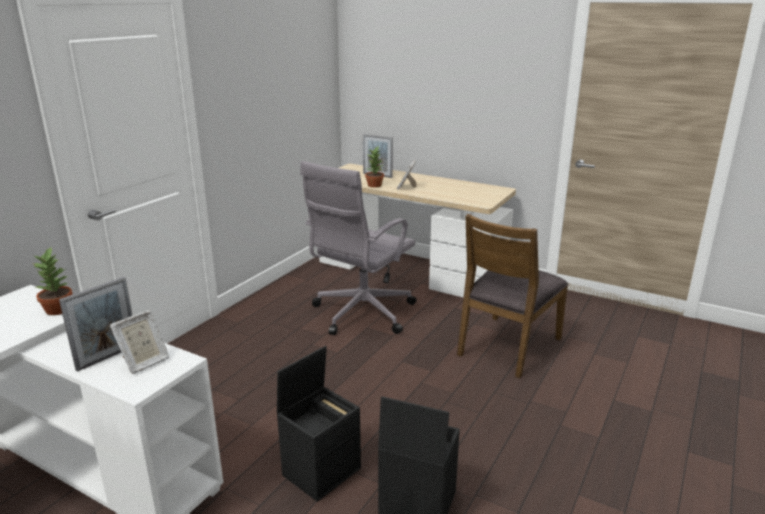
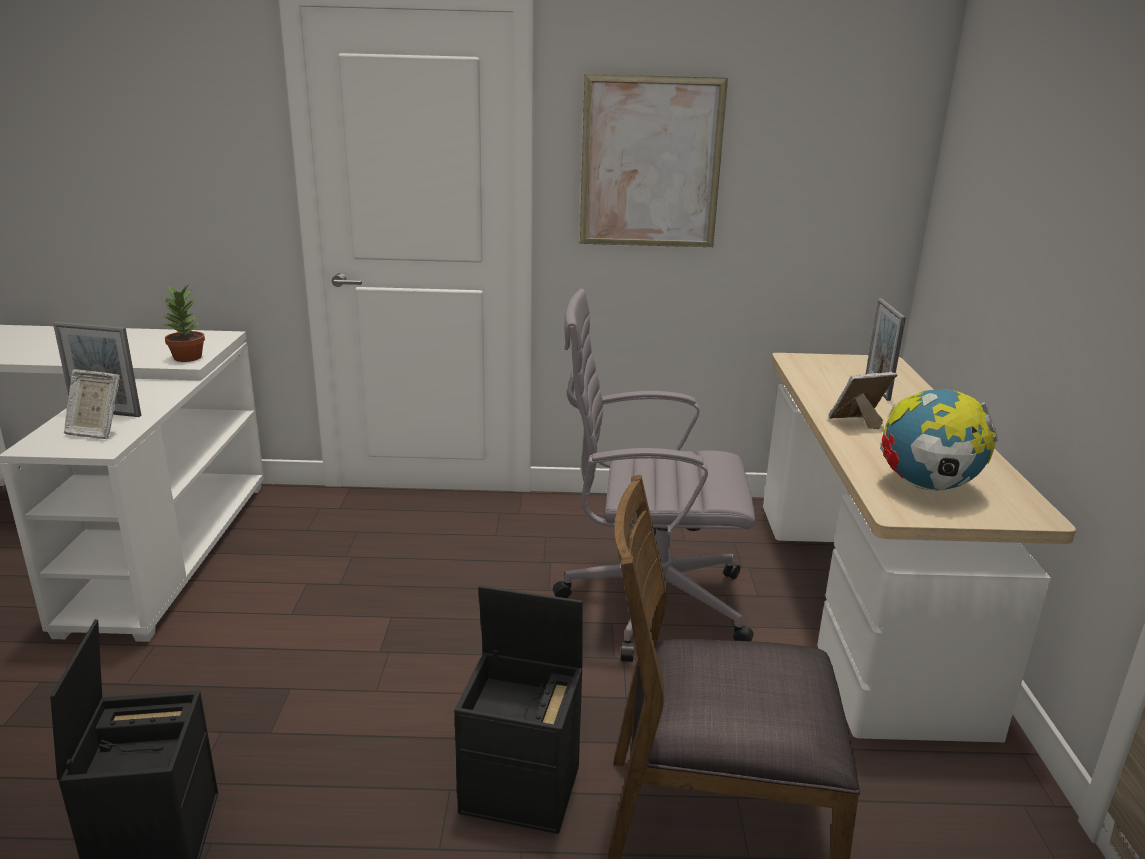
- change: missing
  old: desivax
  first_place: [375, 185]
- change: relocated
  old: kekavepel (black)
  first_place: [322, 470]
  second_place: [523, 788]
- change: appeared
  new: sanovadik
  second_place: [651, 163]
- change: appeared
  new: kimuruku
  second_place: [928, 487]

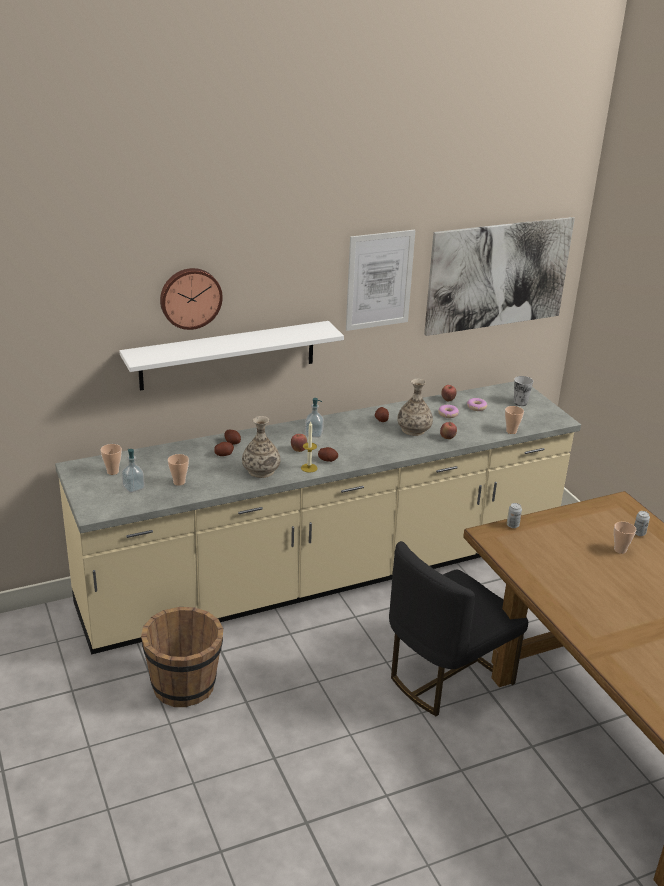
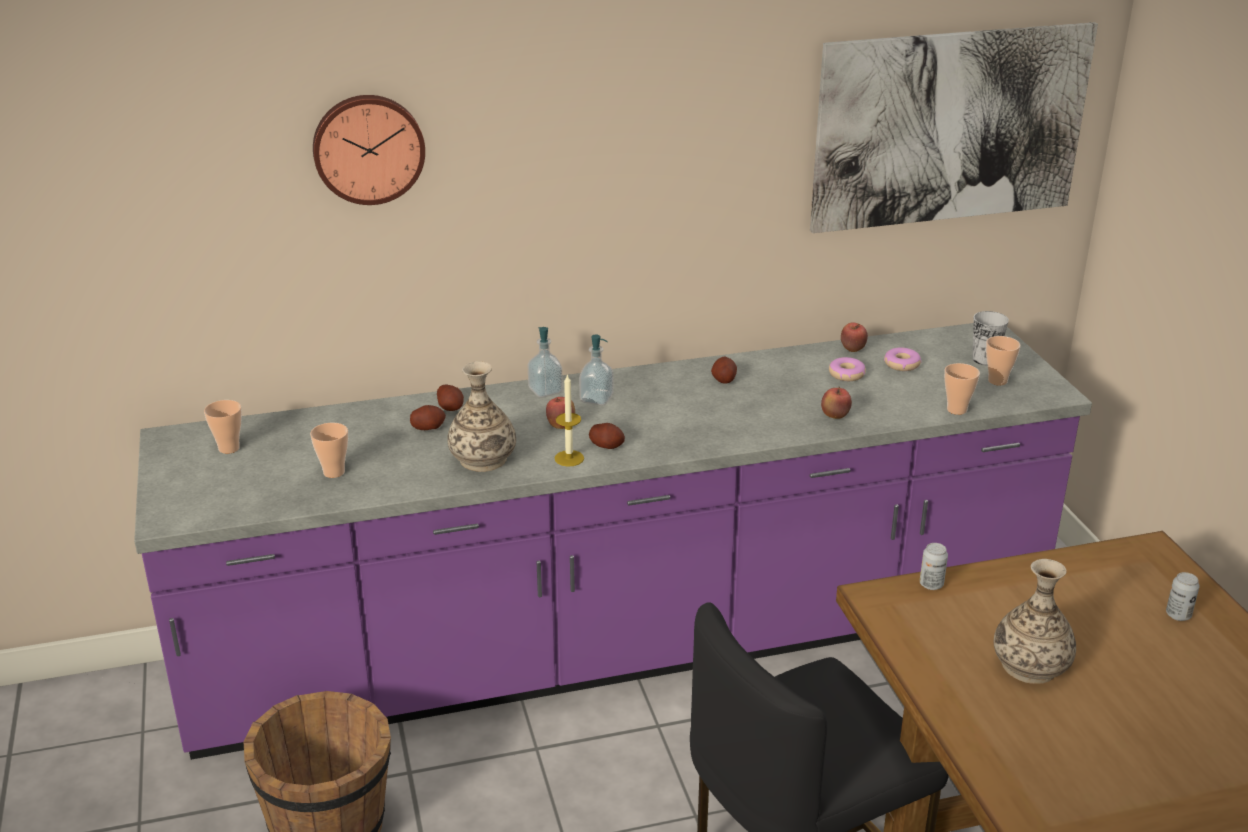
- change: missing
  old: sanovadik
  first_place: [379, 280]
- change: missing
  old: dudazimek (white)
  first_place: [228, 355]
- change: relocated
  old: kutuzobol
  first_place: [413, 429]
  second_place: [1029, 665]
- change: colour
  old: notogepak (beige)
  new: notogepak (purple)
  first_place: [326, 575]
  second_place: [624, 647]
- change: relocated
  old: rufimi
  first_place: [133, 488]
  second_place: [545, 391]
- change: relocated
  old: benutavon
  first_place: [620, 550]
  second_place: [997, 381]

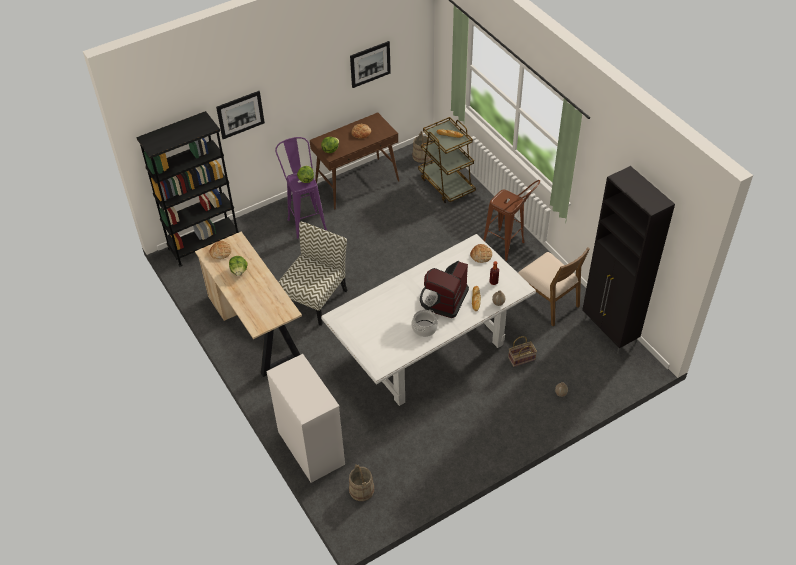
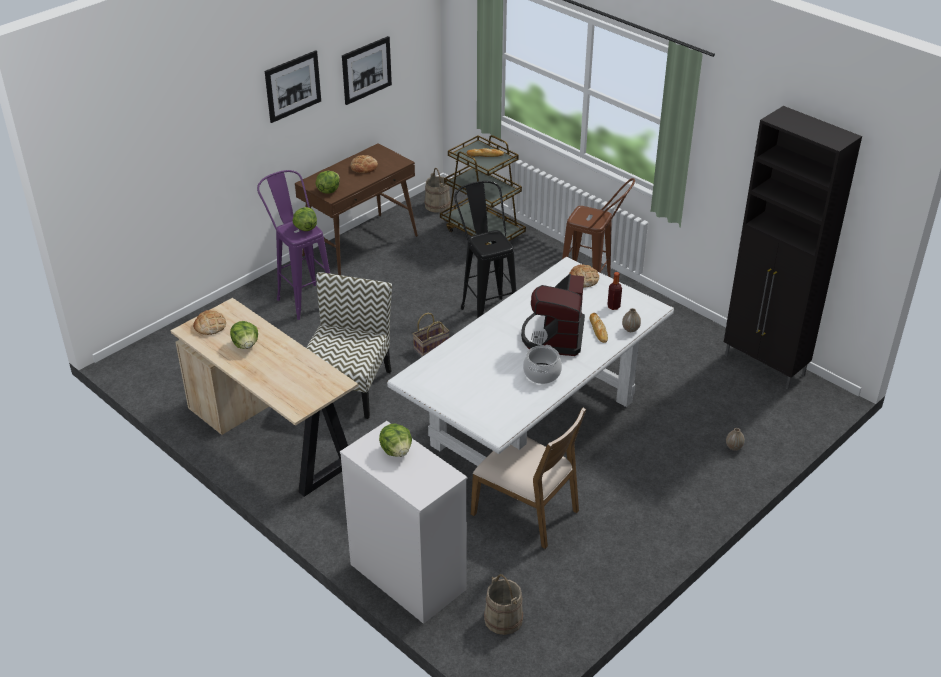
- change: relocated
  old: sanovadik
  first_place: [240, 114]
  second_place: [293, 86]
- change: missing
  old: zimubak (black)
  first_place: [204, 244]
- change: relocated
  old: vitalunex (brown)
  first_place: [547, 301]
  second_place: [526, 511]
- change: relocated
  old: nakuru
  first_place: [522, 358]
  second_place: [431, 346]
- change: appeared
  new: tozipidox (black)
  second_place: [486, 309]
- change: appeared
  new: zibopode
  second_place: [396, 451]

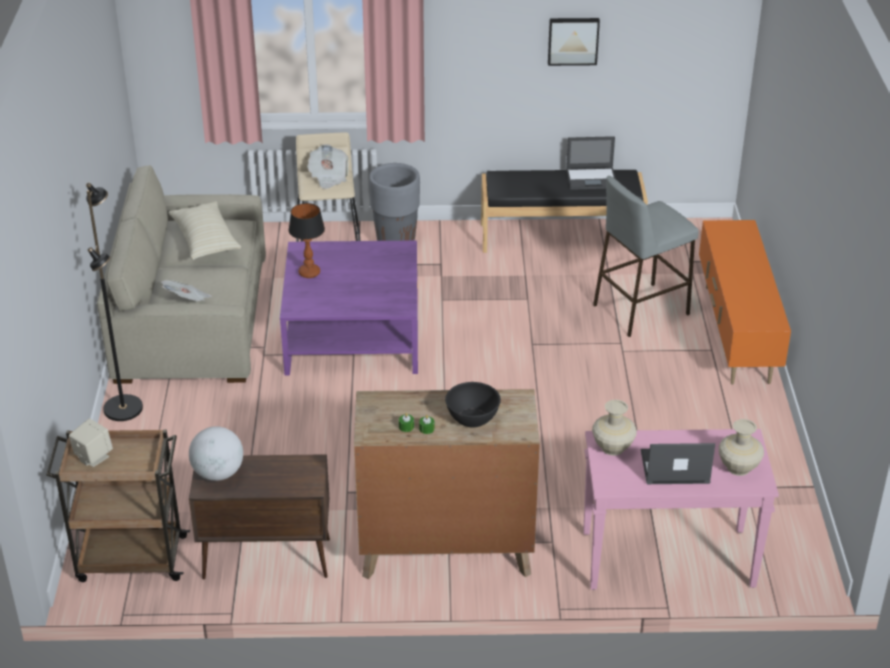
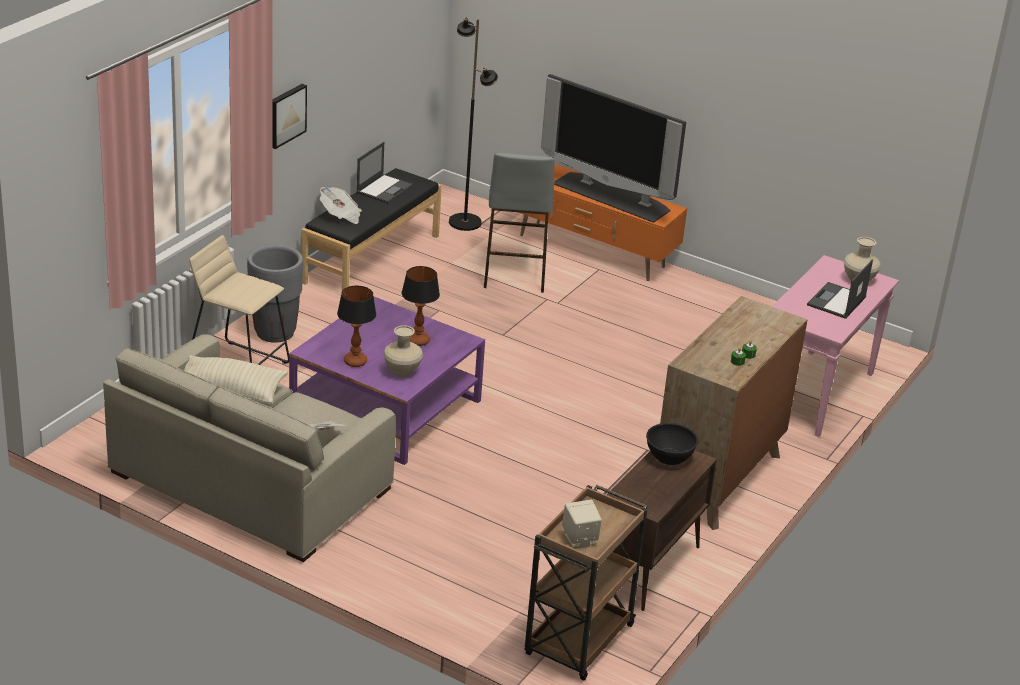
- change: relocated
  old: sanovadik
  first_place: [573, 40]
  second_place: [286, 115]
- change: relocated
  old: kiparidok
  first_place: [328, 177]
  second_place: [340, 216]
- change: relocated
  old: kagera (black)
  first_place: [124, 408]
  second_place: [465, 222]
- change: relocated
  old: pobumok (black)
  first_place: [472, 418]
  second_place: [669, 456]
- change: relocated
  old: kutuzobol (beige)
  first_place: [613, 447]
  second_place: [402, 371]
- change: missing
  old: kimuruku
  first_place: [218, 473]
- change: appeared
  new: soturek
  second_place: [612, 196]
- change: appeared
  new: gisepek
  second_place: [418, 340]

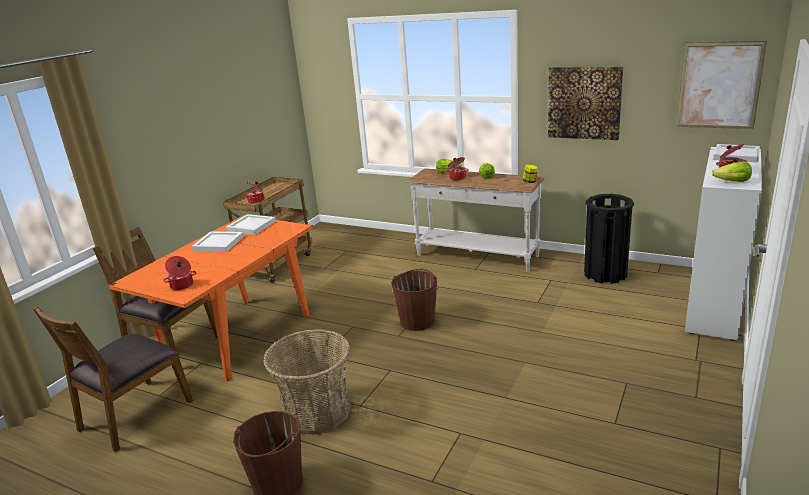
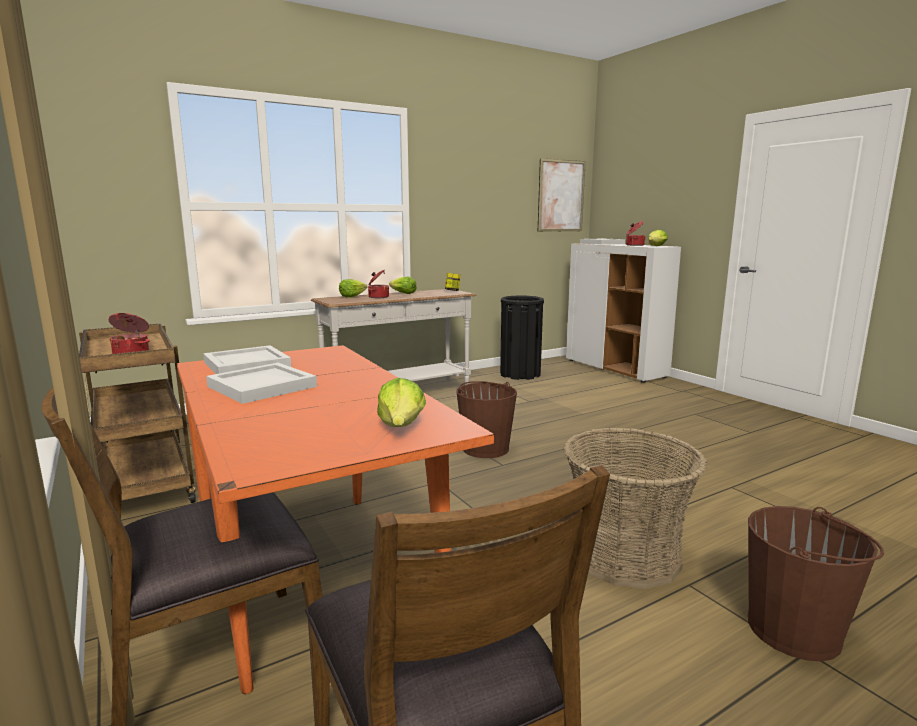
- change: missing
  old: sanovadik
  first_place: [584, 103]
- change: exchanged
  old: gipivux
  new: zibopode
  first_place: [182, 285]
  second_place: [402, 426]

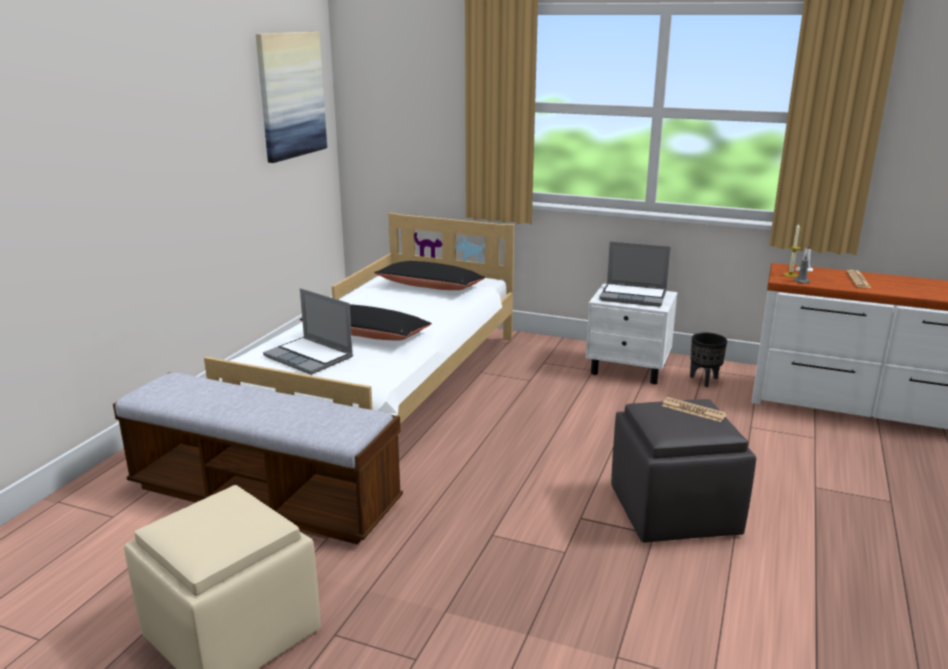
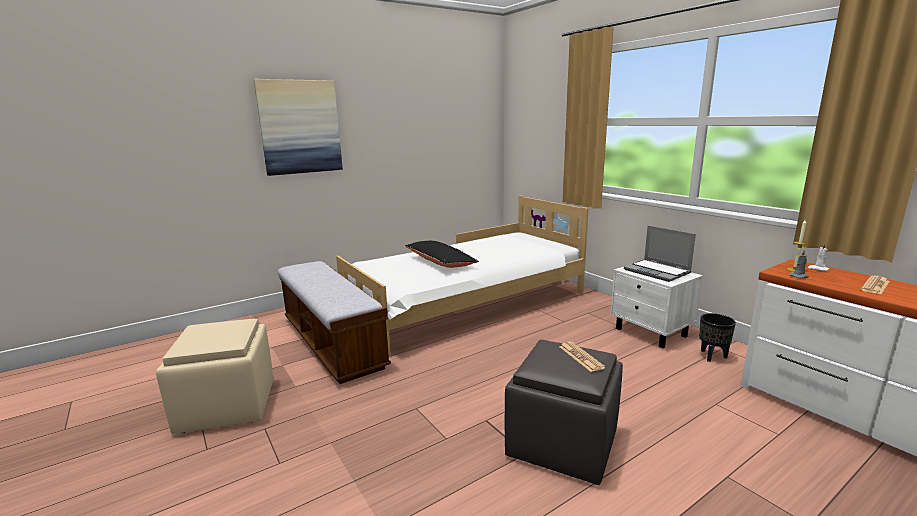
- change: relocated
  old: sanovadik
  first_place: [291, 95]
  second_place: [300, 127]
- change: missing
  old: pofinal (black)
  first_place: [430, 287]
- change: missing
  old: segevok
  first_place: [310, 357]

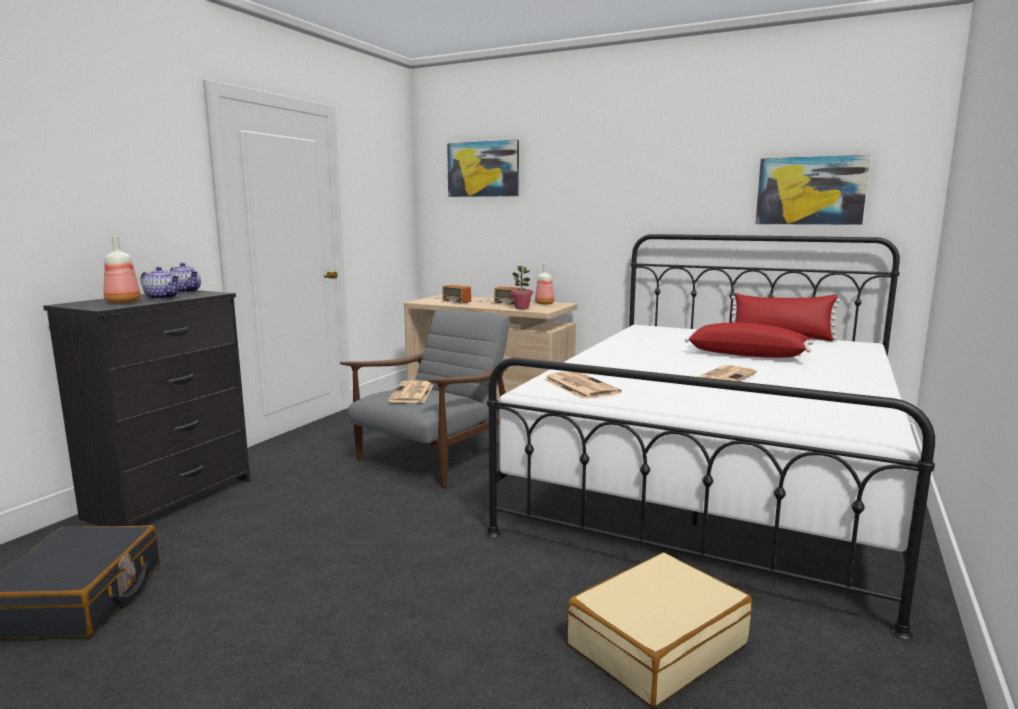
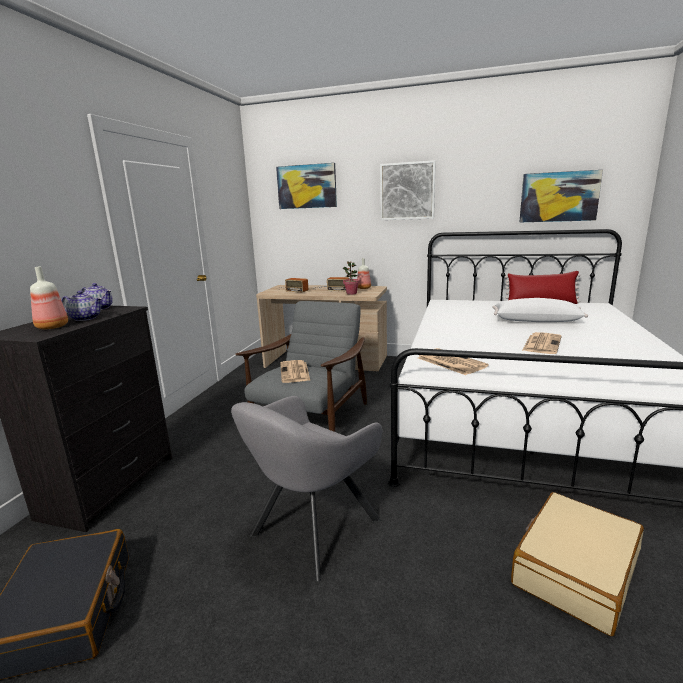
- change: colour
  old: pofinal (red)
  new: pofinal (white)
  first_place: [747, 355]
  second_place: [536, 320]
- change: appeared
  new: sanovadik
  second_place: [407, 191]
- change: appeared
  new: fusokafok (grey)
  second_place: [311, 531]

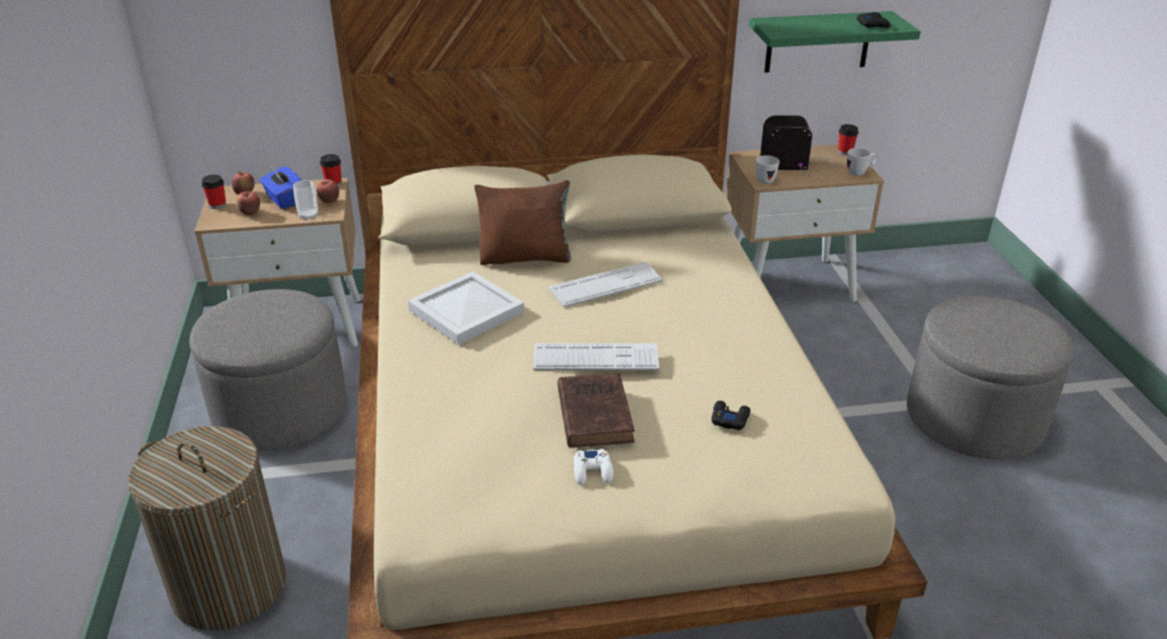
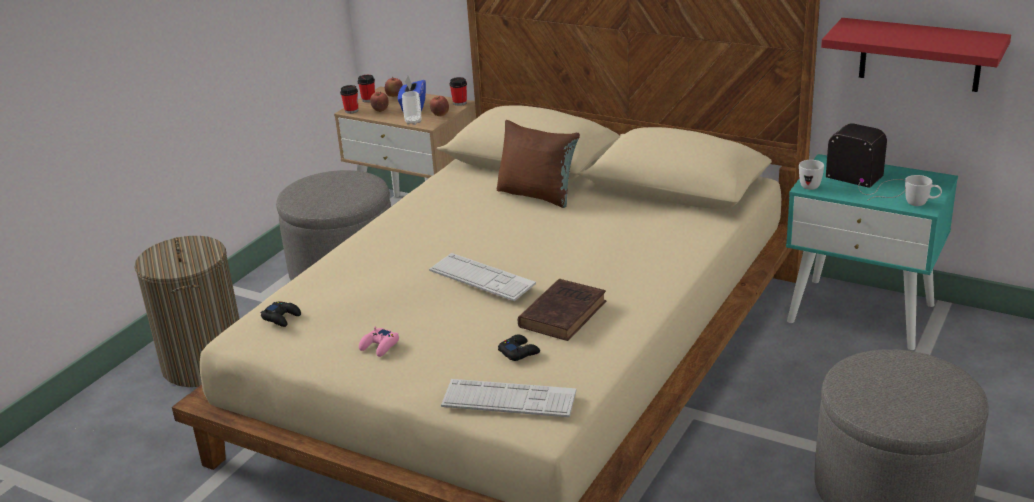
- change: colour
  old: dudazimek (green)
  new: dudazimek (red)
  first_place: [818, 42]
  second_place: [920, 55]
- change: relocated
  old: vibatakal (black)
  first_place: [873, 25]
  second_place: [281, 317]
- change: relocated
  old: benutavon
  first_place: [845, 152]
  second_place: [351, 111]
- change: colour
  old: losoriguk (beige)
  new: losoriguk (turquoise)
  first_place: [789, 283]
  second_place: [862, 313]
- change: relocated
  old: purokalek
  first_place: [606, 285]
  second_place: [509, 399]
- change: missing
  old: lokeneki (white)
  first_place: [464, 311]
- change: relocated
  old: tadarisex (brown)
  first_place: [594, 413]
  second_place: [564, 313]
- change: colour
  old: vibatakal (white)
  new: vibatakal (pink)
  first_place: [593, 471]
  second_place: [380, 346]

